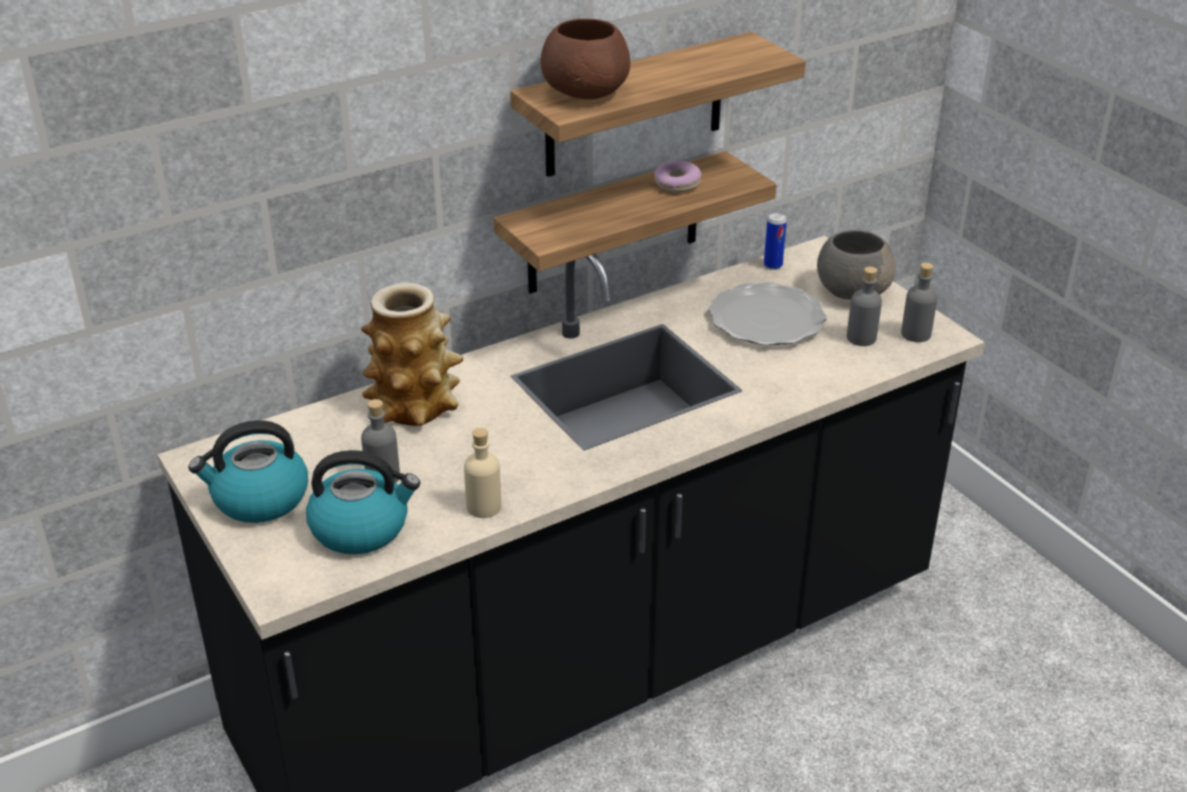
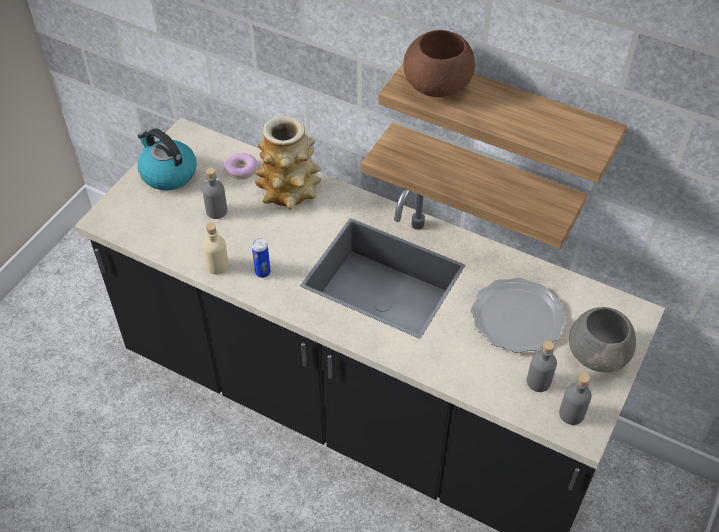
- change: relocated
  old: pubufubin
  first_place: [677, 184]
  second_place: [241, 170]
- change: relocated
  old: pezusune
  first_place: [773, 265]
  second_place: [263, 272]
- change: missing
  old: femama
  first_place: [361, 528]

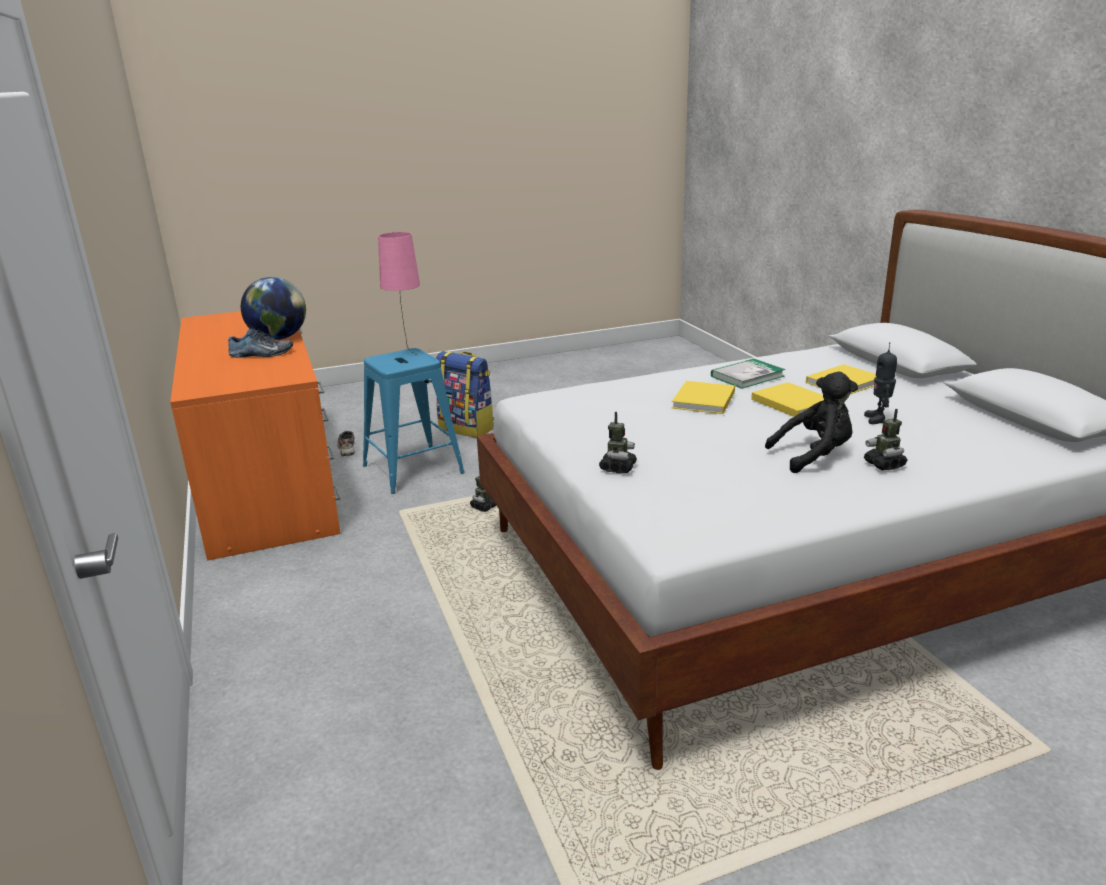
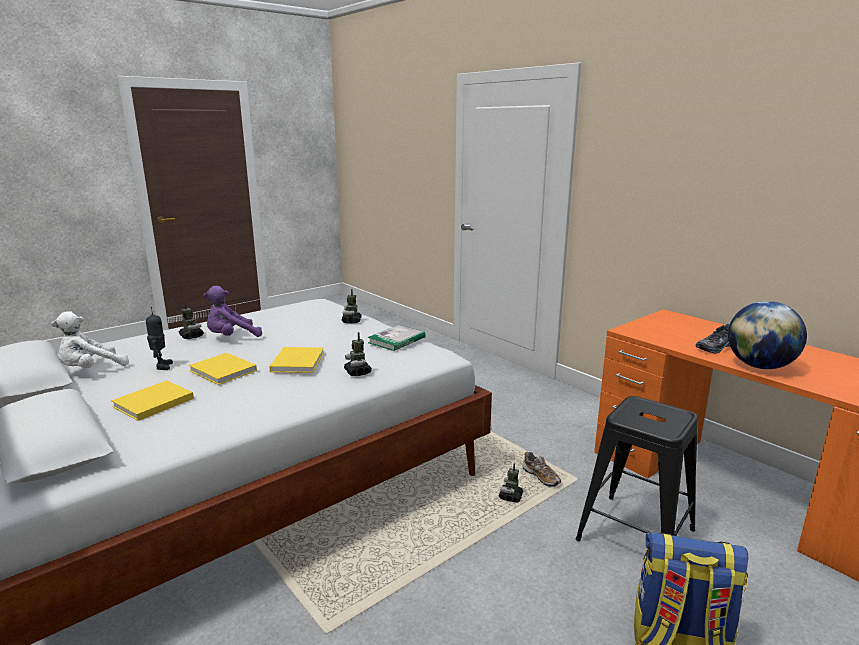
- change: missing
  old: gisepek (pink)
  first_place: [407, 354]
- change: colour
  old: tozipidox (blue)
  new: tozipidox (black)
  first_place: [412, 469]
  second_place: [636, 535]
- change: relocated
  old: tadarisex
  first_place: [747, 376]
  second_place: [396, 340]
- change: colour
  old: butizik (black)
  new: butizik (purple)
  first_place: [814, 456]
  second_place: [231, 337]
- change: relocated
  old: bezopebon
  first_place: [347, 449]
  second_place: [541, 477]
- change: appeared
  new: butizik (white)
  second_place: [91, 369]
- change: appeared
  new: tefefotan
  second_place: [357, 372]

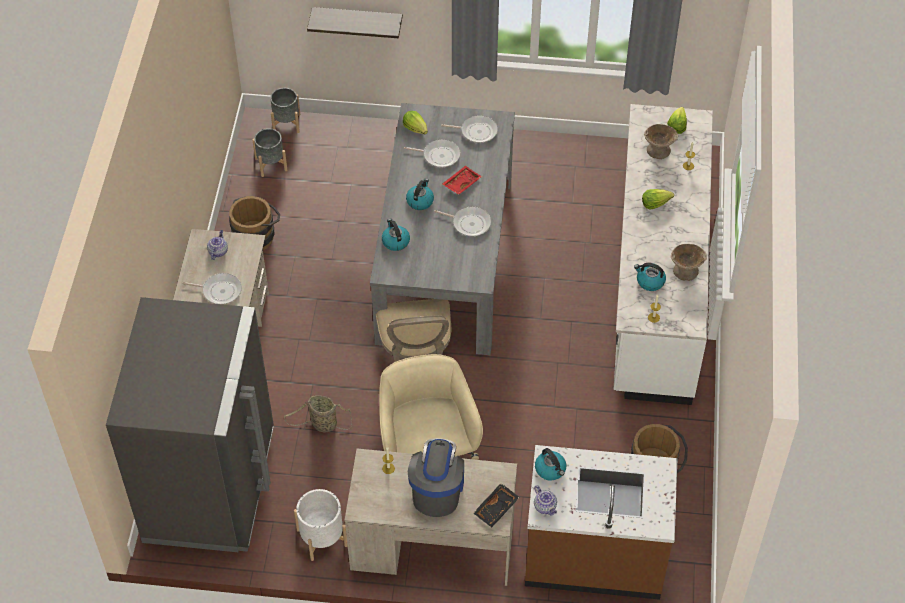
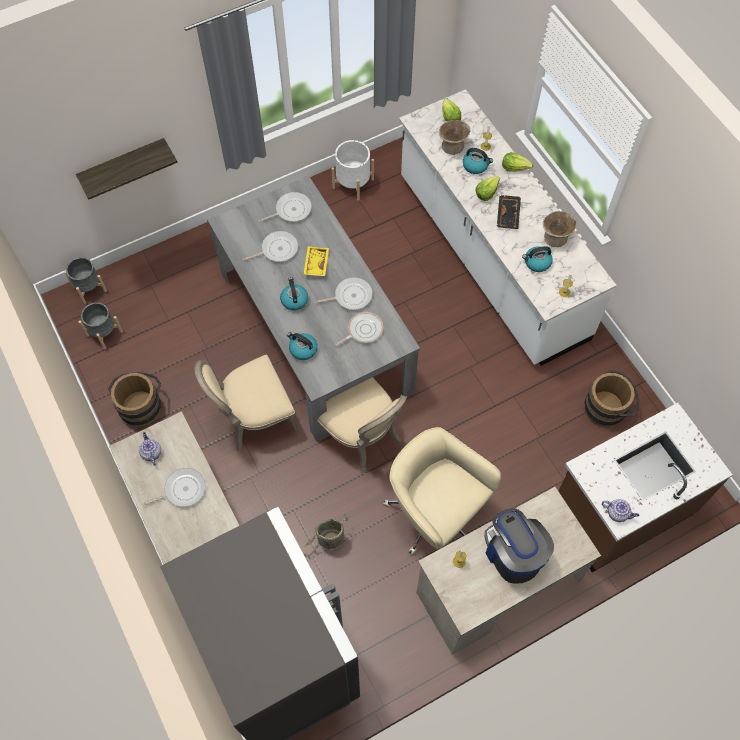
- change: relocated
  old: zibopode
  first_place: [415, 128]
  second_place: [515, 167]
- change: colour
  old: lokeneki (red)
  new: lokeneki (yellow)
  first_place: [461, 183]
  second_place: [315, 264]
- change: relocated
  old: femama
  first_place: [550, 469]
  second_place: [476, 165]
- change: relocated
  old: lokeneki (black)
  first_place: [496, 509]
  second_place: [508, 215]
- change: relocated
  old: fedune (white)
  first_place: [322, 537]
  second_place: [353, 183]
- change: appeared
  new: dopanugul
  second_place: [363, 330]
- change: appeared
  new: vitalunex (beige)
  second_place: [254, 418]

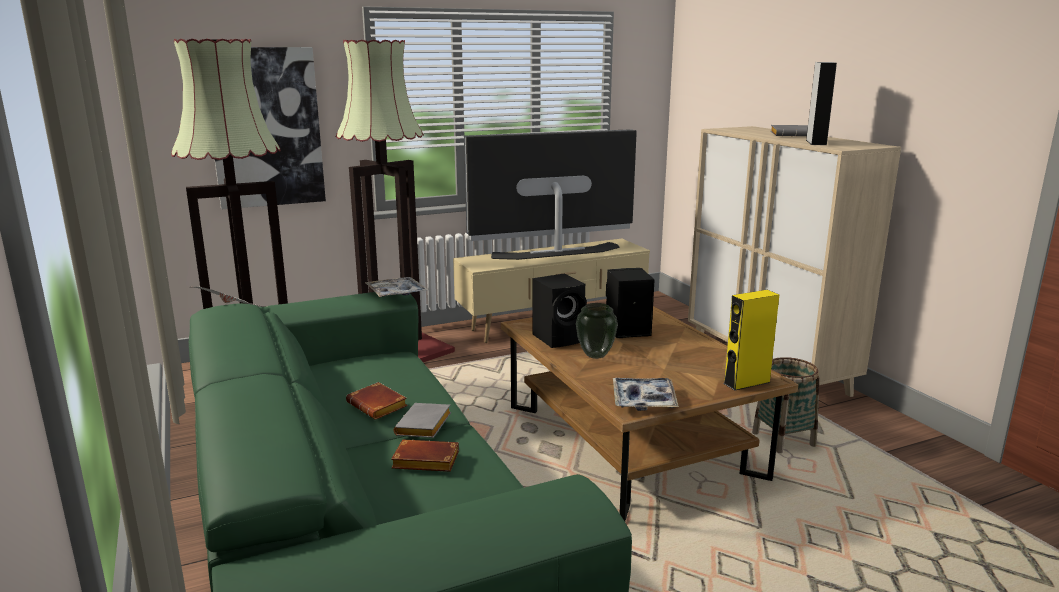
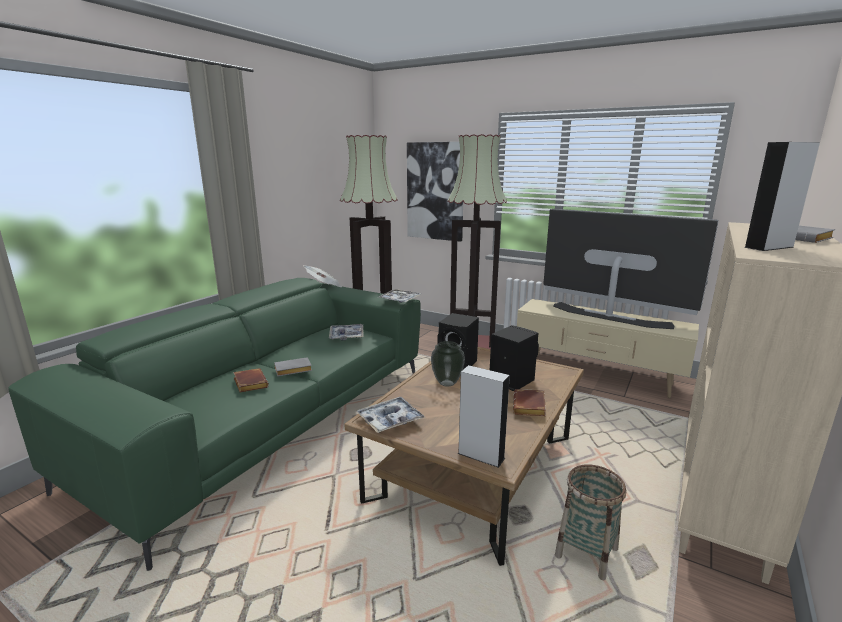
- change: colour
  old: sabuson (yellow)
  new: sabuson (grey)
  first_place: [746, 383]
  second_place: [481, 455]
- change: relocated
  old: tadarisex (brown)
  first_place: [379, 406]
  second_place: [530, 407]
- change: appeared
  new: lokeneki
  second_place: [346, 336]

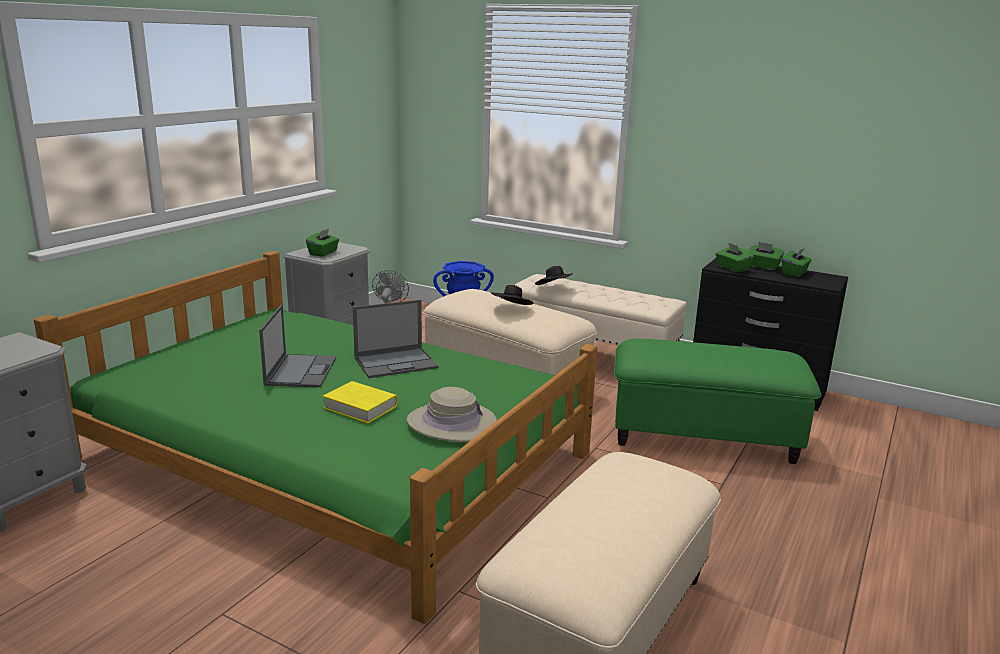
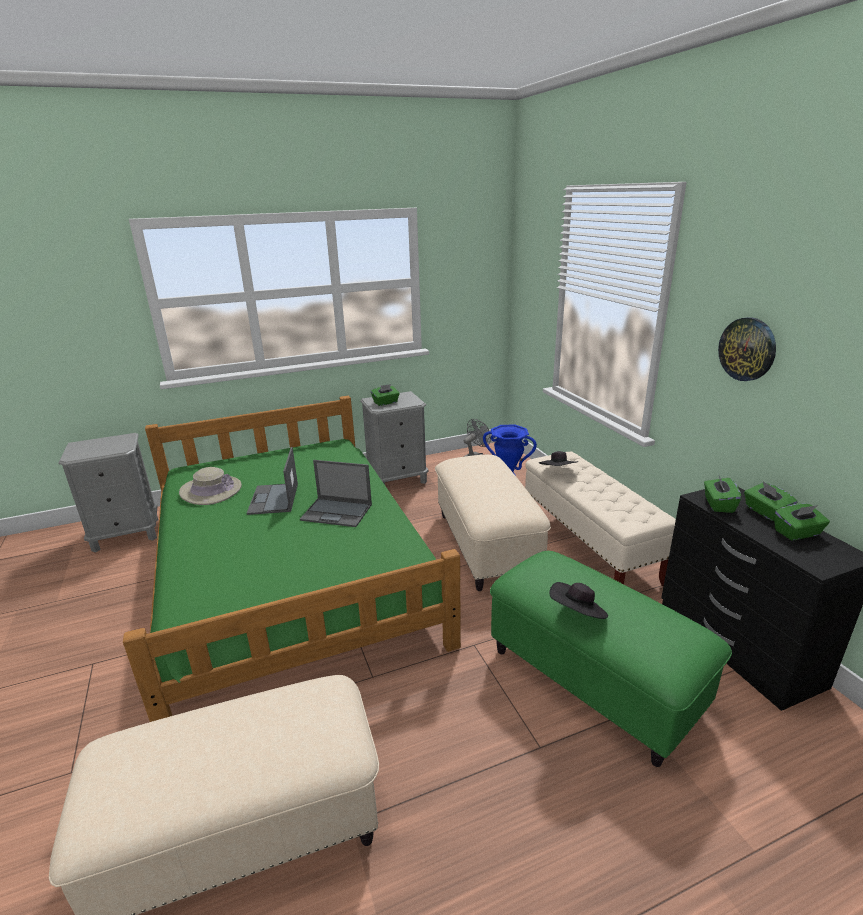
- change: relocated
  old: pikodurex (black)
  first_place: [511, 309]
  second_place: [577, 613]
- change: spun
  old: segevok
  first_place: [301, 370]
  second_place: [274, 499]
  degrees: 135
- change: missing
  old: tadarisex (yellow)
  first_place: [360, 407]
- change: relocated
  old: pikodurex (beige)
  first_place: [451, 423]
  second_place: [211, 490]
- change: appeared
  new: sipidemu
  second_place: [747, 349]

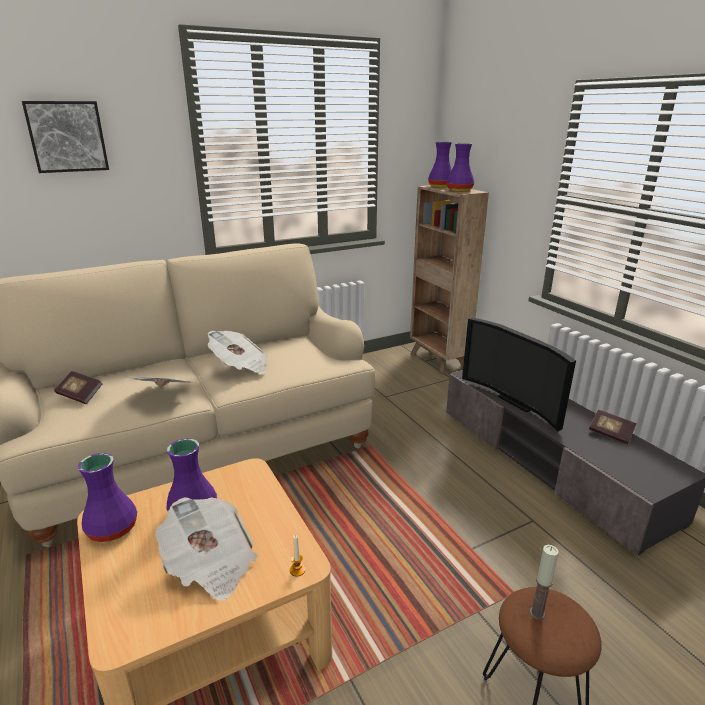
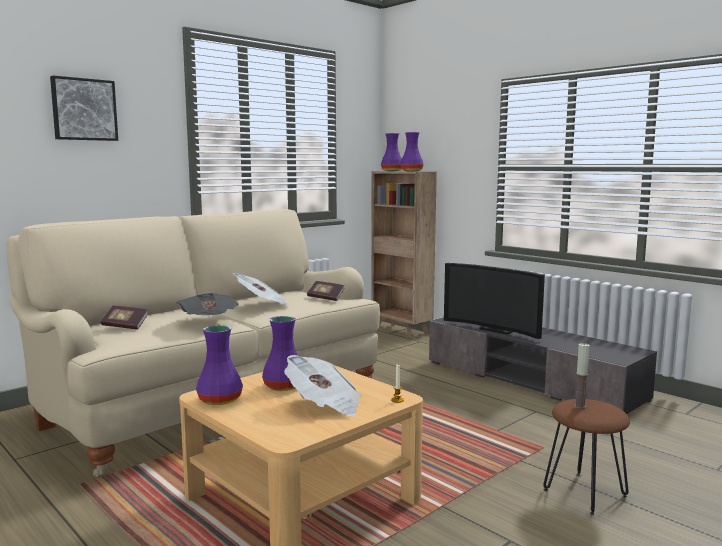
- change: relocated
  old: tadarisex
  first_place: [610, 434]
  second_place: [325, 298]

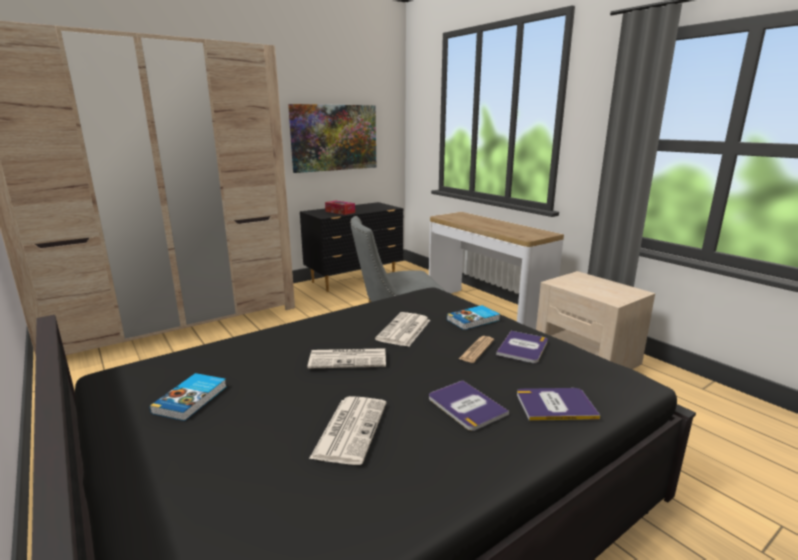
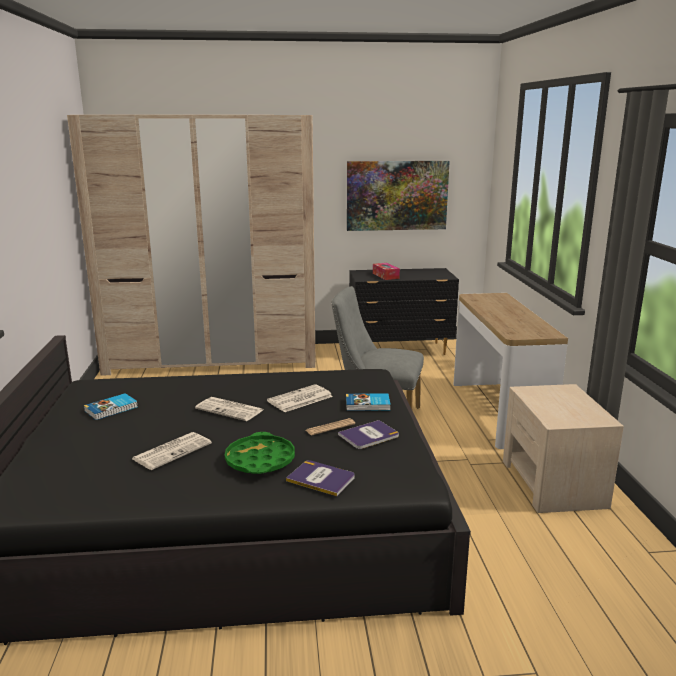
- change: exchanged
  old: tadarisex
  new: lokeneki (green)
  first_place: [466, 406]
  second_place: [260, 460]

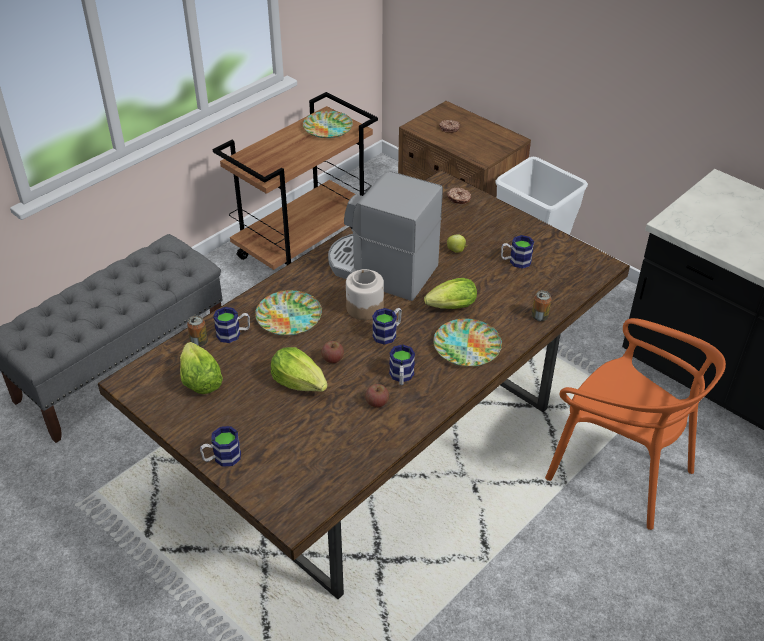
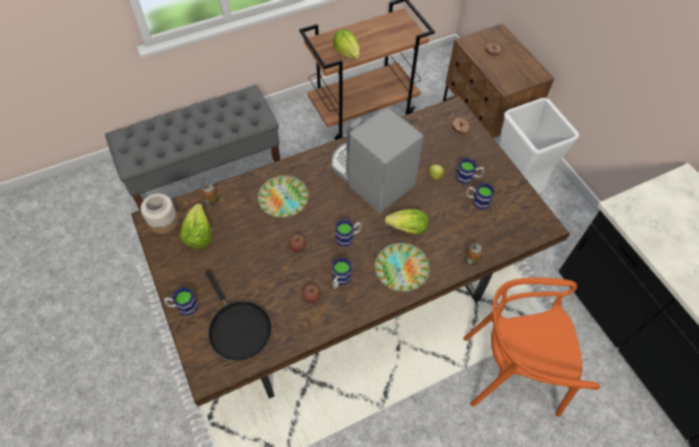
- change: missing
  old: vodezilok
  first_place: [328, 128]
- change: relocated
  old: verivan
  first_place: [364, 307]
  second_place: [163, 221]
- change: relocated
  old: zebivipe
  first_place: [233, 334]
  second_place: [468, 177]
- change: spun
  old: vitalunex (orange)
  first_place: [620, 470]
  second_place: [511, 370]
  degrees: 120
- change: relocated
  old: zibopode
  first_place: [299, 382]
  second_place: [347, 52]
- change: appeared
  new: dopanugul (black)
  second_place: [238, 328]

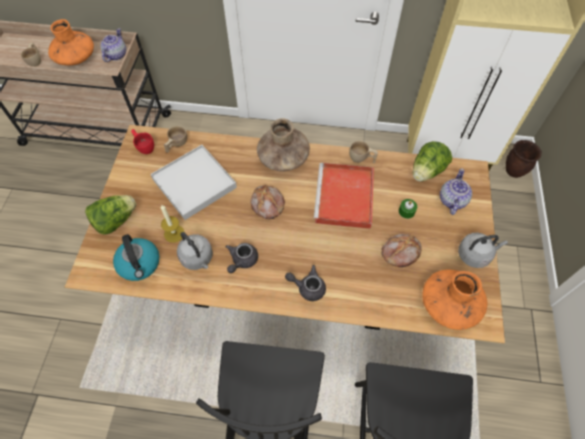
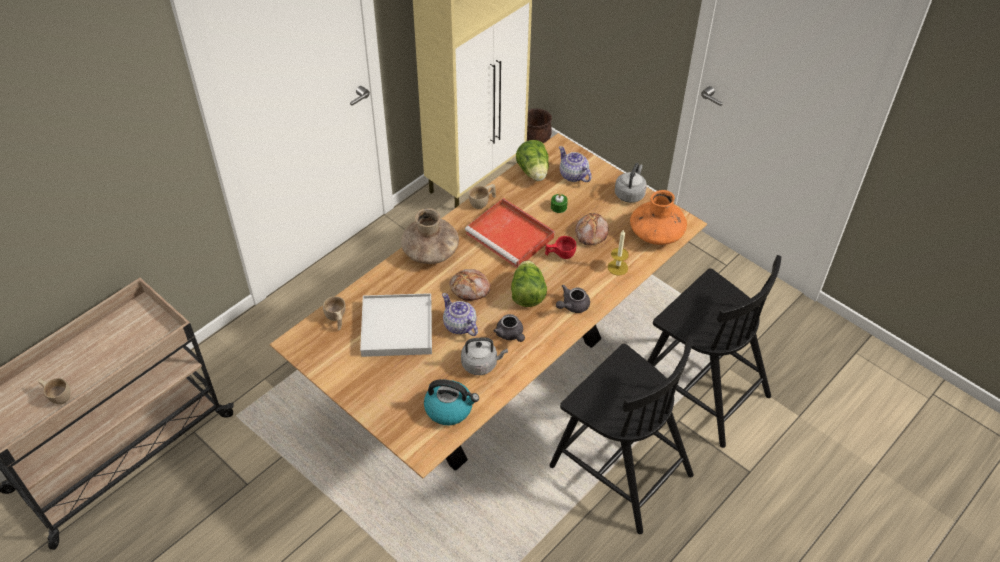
- change: missing
  old: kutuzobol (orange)
  first_place: [75, 58]
- change: relocated
  old: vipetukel
  first_place: [115, 55]
  second_place: [459, 326]
- change: relocated
  old: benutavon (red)
  first_place: [144, 146]
  second_place: [560, 254]
- change: relocated
  old: zibopode
  first_place: [115, 221]
  second_place: [527, 294]
- change: relocated
  old: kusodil
  first_place: [174, 233]
  second_place: [617, 267]

